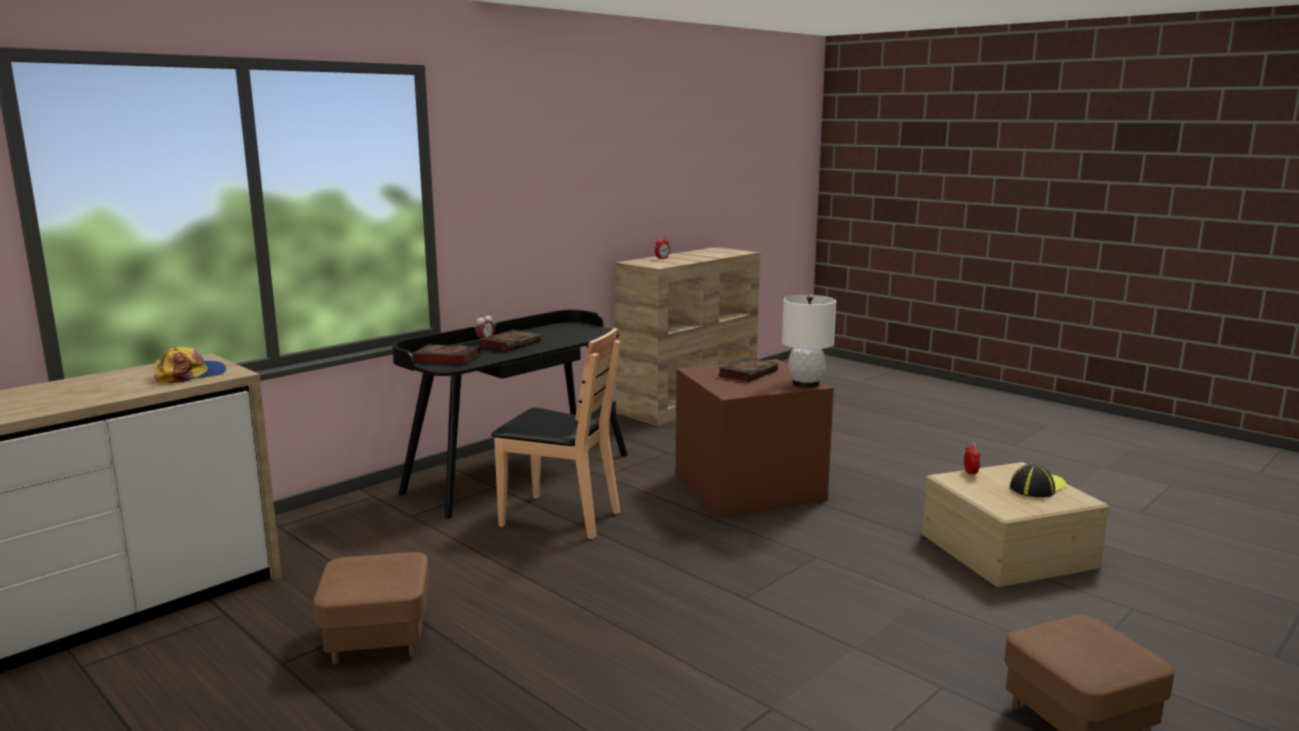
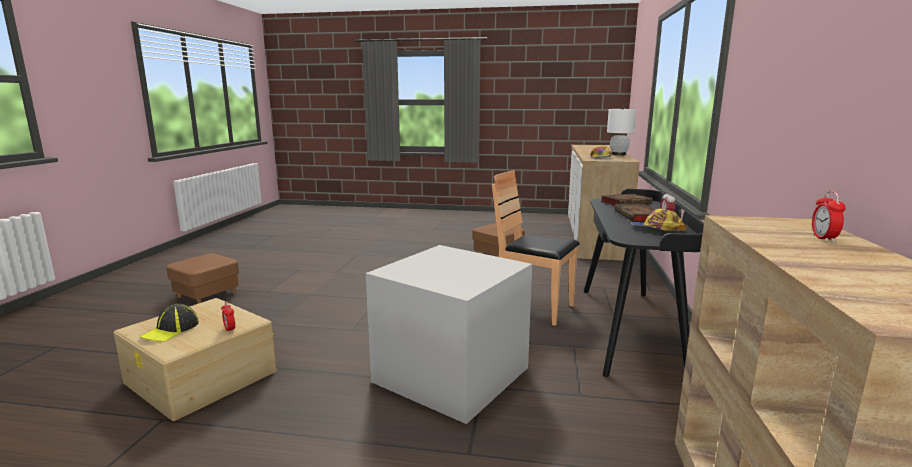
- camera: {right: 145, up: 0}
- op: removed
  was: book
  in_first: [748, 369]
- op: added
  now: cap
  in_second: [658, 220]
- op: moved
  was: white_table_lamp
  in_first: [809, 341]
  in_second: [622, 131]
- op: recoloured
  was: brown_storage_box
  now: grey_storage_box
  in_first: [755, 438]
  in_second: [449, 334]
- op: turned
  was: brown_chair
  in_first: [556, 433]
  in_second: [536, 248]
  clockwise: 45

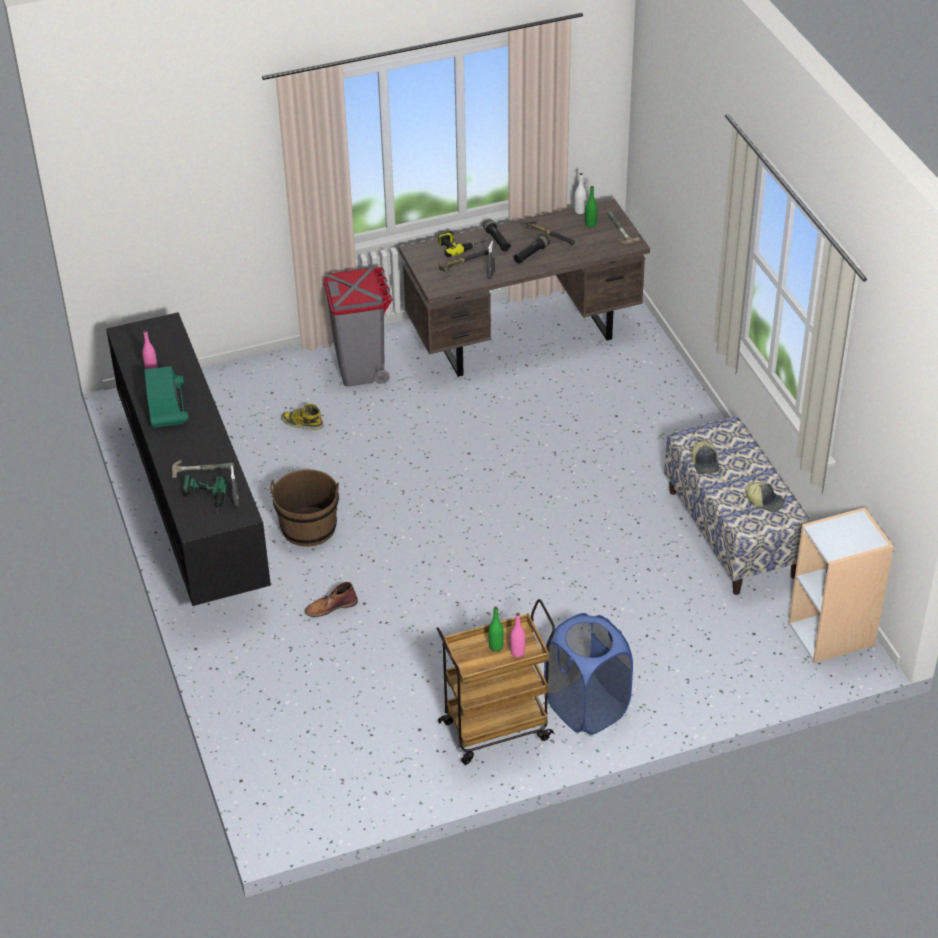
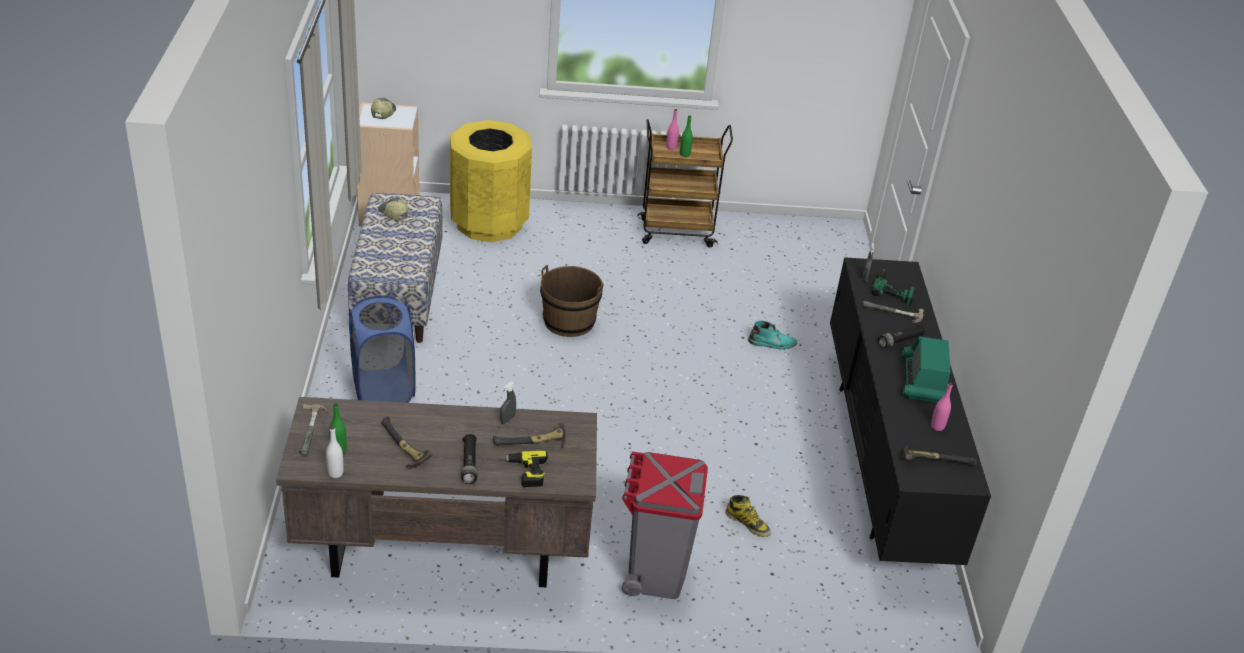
- camera: {right: -165, up: -5}
- op: added
  now: yellow_trash_can
  in_second: [491, 181]
- op: added
  now: hammer
  in_second: [939, 455]
- op: moved
  was: brown_bucket
  in_first: [304, 508]
  in_second: [572, 301]
- op: moved
  was: black_flashlight
  in_first: [532, 249]
  in_second: [901, 336]
- op: moved
  was: blue_laundry_basket
  in_first: [588, 674]
  in_second: [382, 349]
- op: moved
  was: cap
  in_first: [705, 457]
  in_second: [383, 108]
- op: recoloured
  was: brown_boot
  now: turquoise_boot
  in_first: [331, 599]
  in_second: [772, 334]

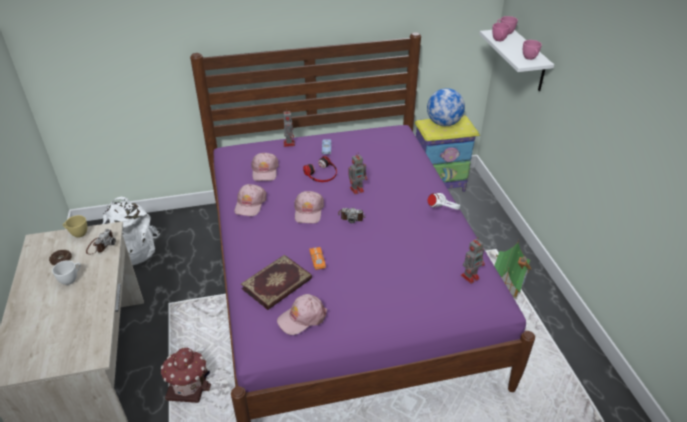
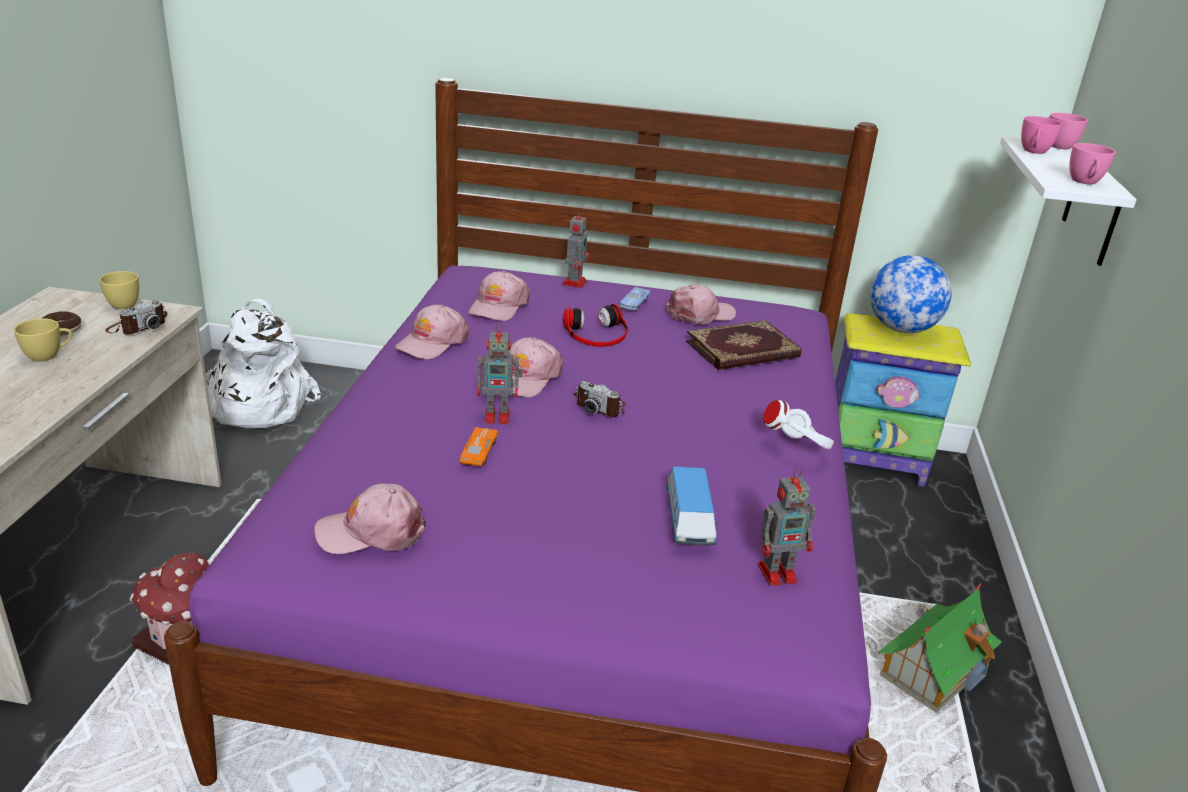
- camera: {right: 20, up: -10}
- op: added
  now: pink_cap
  in_second: [701, 304]
- op: added
  now: toy_car
  in_second: [692, 506]
- op: moved
  was: book
  in_first: [276, 282]
  in_second: [743, 345]
- op: moved
  was: toy_robot
  in_first: [357, 173]
  in_second: [500, 374]
- op: recoloured
  was: white_cup
  now: yellow_cup
  in_first: [66, 272]
  in_second: [43, 340]

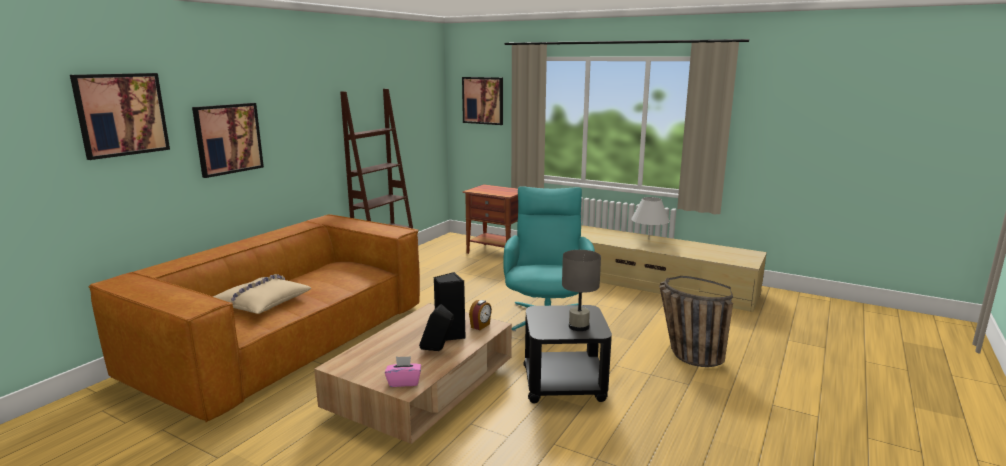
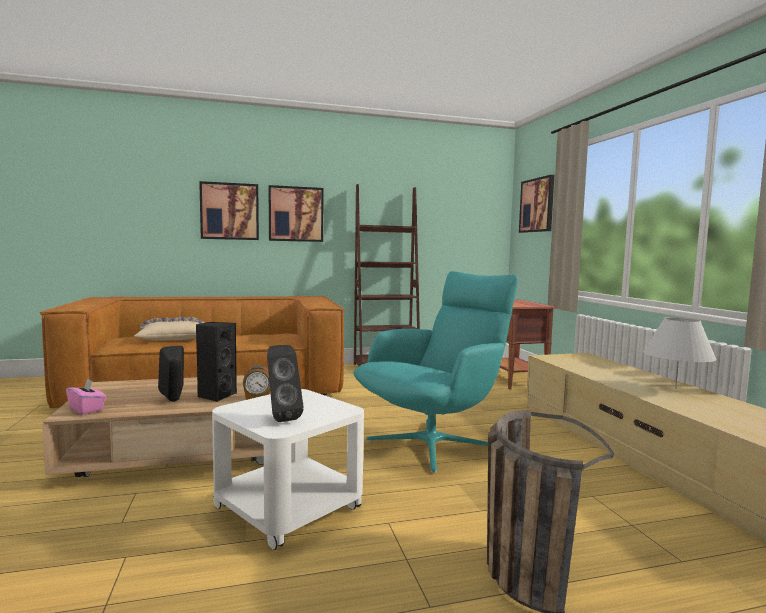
- camera: {right: 45, up: -10}
- op: moved
  was: picture
  in_first: [120, 116]
  in_second: [296, 213]
- op: replaced
  was: grey_table_lamp
  now: black_speaker
  in_first: [581, 290]
  in_second: [285, 383]
- op: recoloured
  was: black_side_table
  now: white_side_table
  in_first: [567, 354]
  in_second: [288, 469]

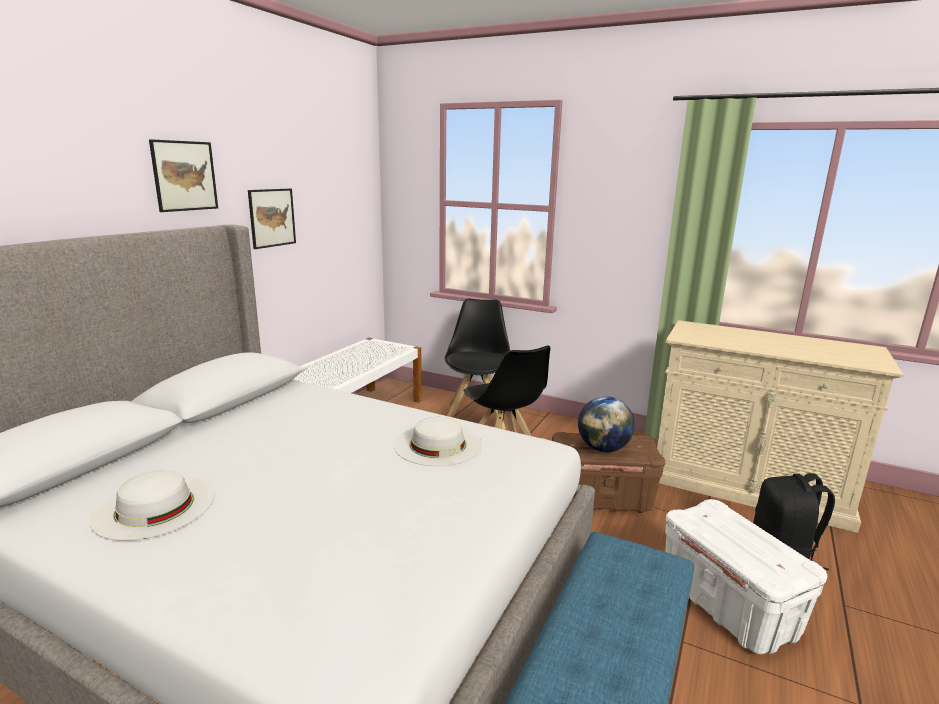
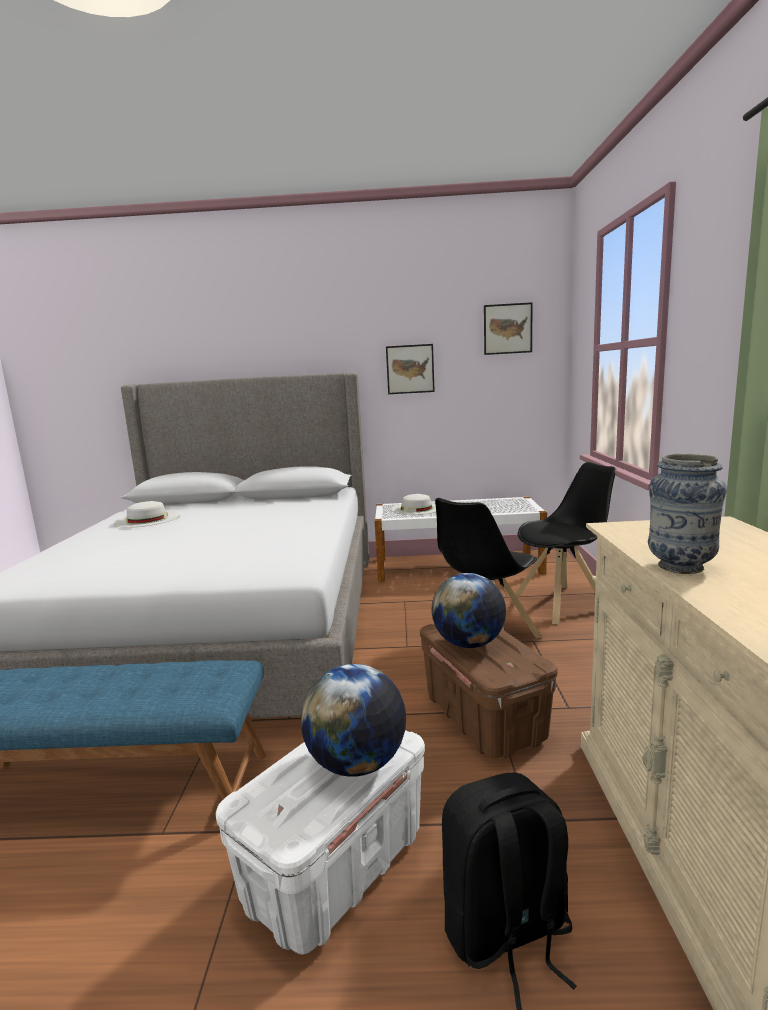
- camera: {right: 65, up: -5}
- op: added
  now: globe
  in_second: [353, 720]
- op: added
  now: vase
  in_second: [687, 514]
- op: moved
  was: picture
  in_first: [183, 175]
  in_second: [508, 328]
- op: moved
  was: white_hat
  in_first: [438, 441]
  in_second: [413, 504]

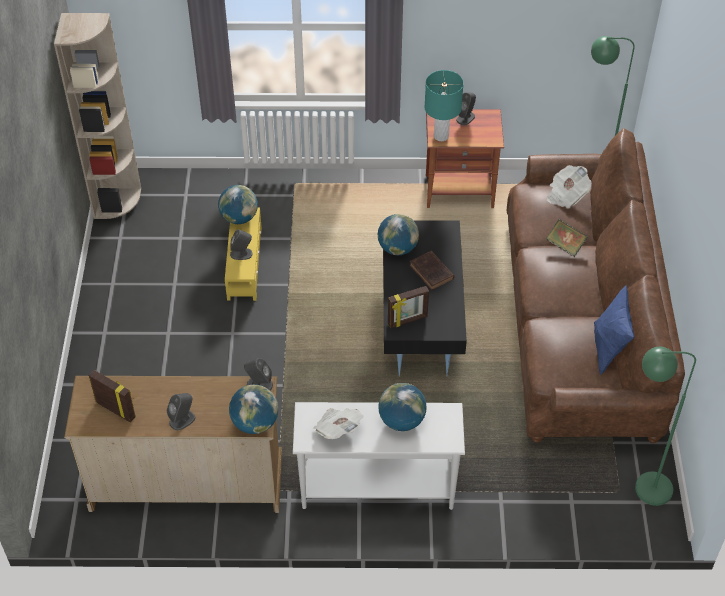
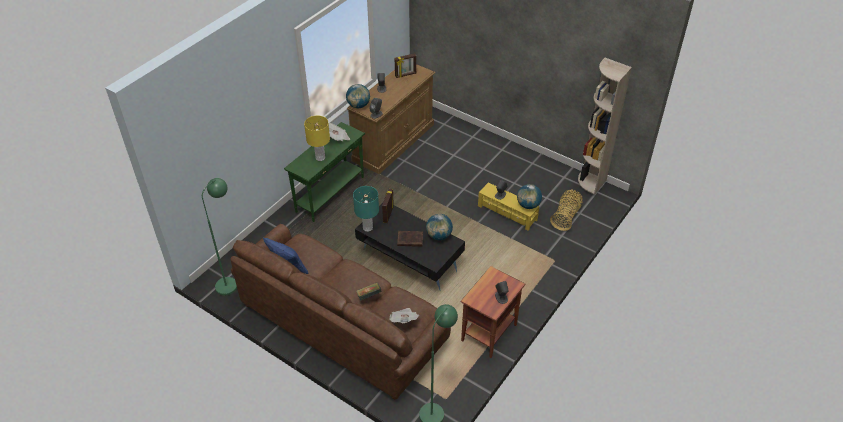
- camera: {right: 125, up: -5}
- op: added
  now: basket
  in_second: [566, 210]
- op: moved
  was: turquoise_table_lamp
  in_first: [444, 105]
  in_second: [366, 209]
- op: replaced
  was: globe
  now: yellow_table_lamp
  in_first: [402, 407]
  in_second: [317, 138]
- op: recoloured
  was: white_console_table
  now: green_console_table
  in_first: [379, 456]
  in_second: [324, 172]

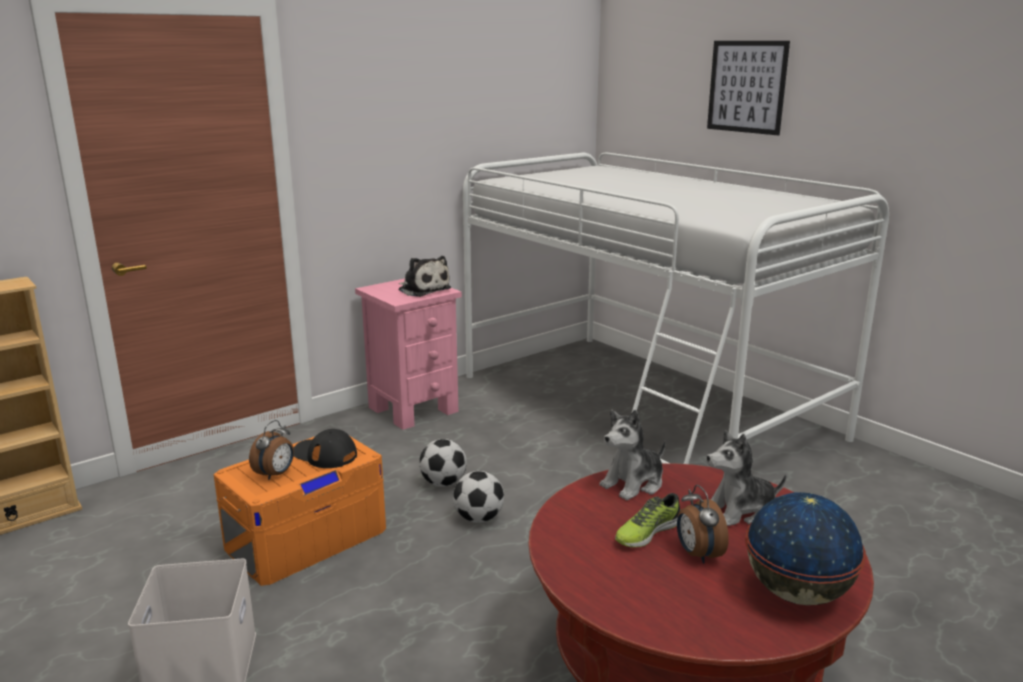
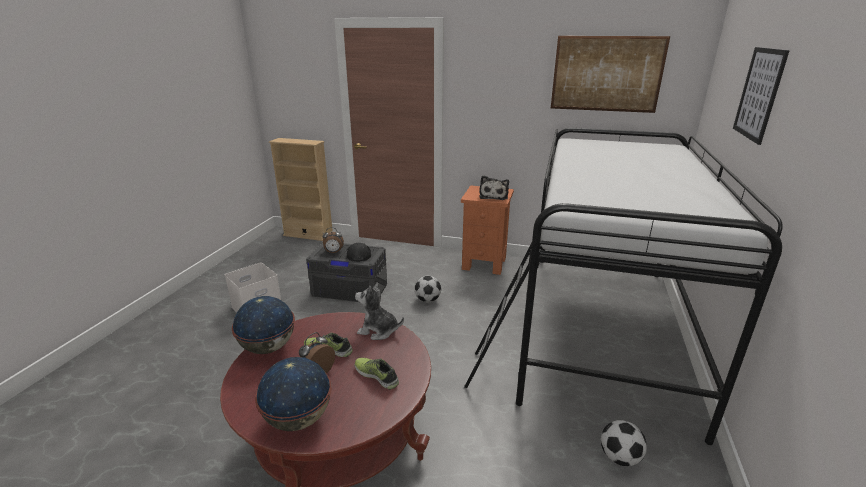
- camera: {right: 55, up: 5}
- op: added
  now: globe
  in_second: [263, 325]
- op: added
  now: picture
  in_second: [610, 74]
- op: moved
  was: football
  in_first: [478, 497]
  in_second: [624, 443]
- op: replaced
  was: plush_toy
  now: shoe
  in_first: [746, 478]
  in_second: [377, 374]
- op: recoloured
  was: orange_storage_box
  now: grey_storage_box
  in_first: [300, 511]
  in_second: [346, 272]
- op: recoloured
  was: pink_nightstand
  now: orange_nightstand
  in_first: [408, 354]
  in_second: [487, 230]
- op: recoloured
  was: white_bed
  now: black_bed
  in_first: [676, 308]
  in_second: [623, 286]

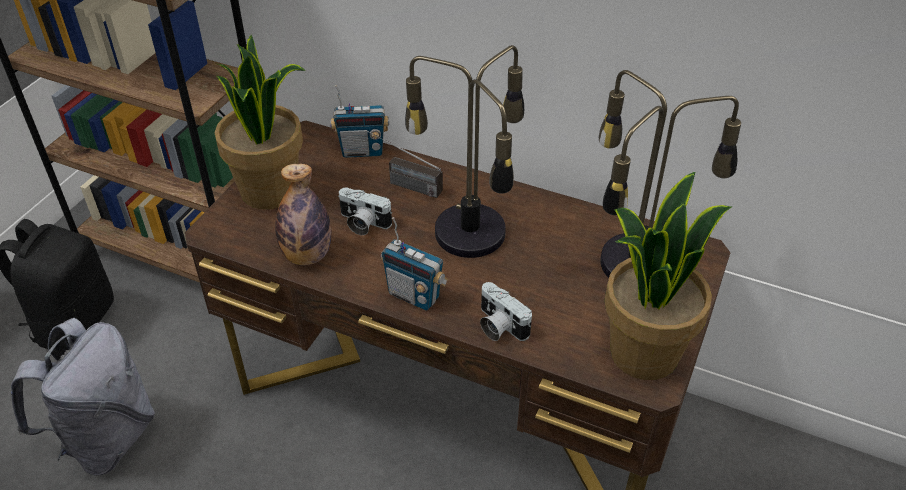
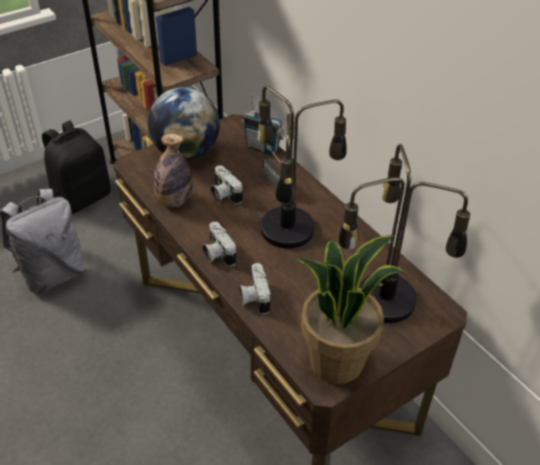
- camera: {right: 30, up: 0}
- op: replaced
  was: potted_plant
  now: globe
  in_first: [259, 122]
  in_second: [183, 123]
- op: replaced
  was: radio
  now: photo_camera
  in_first: [414, 264]
  in_second: [219, 244]

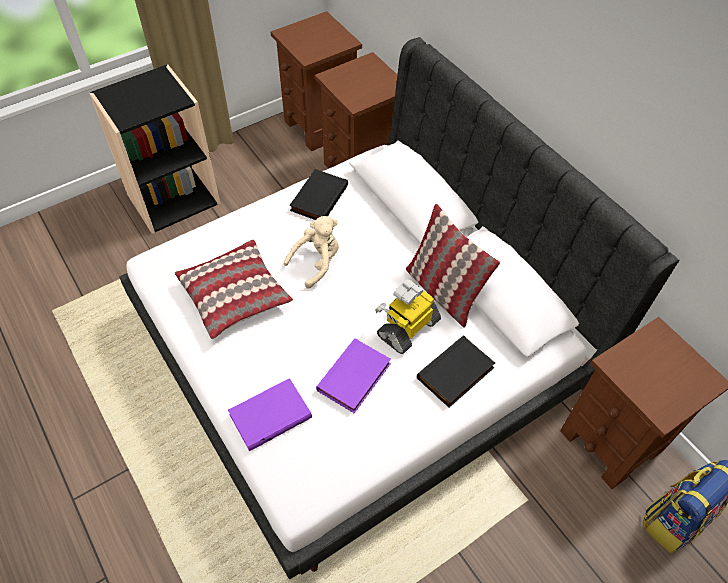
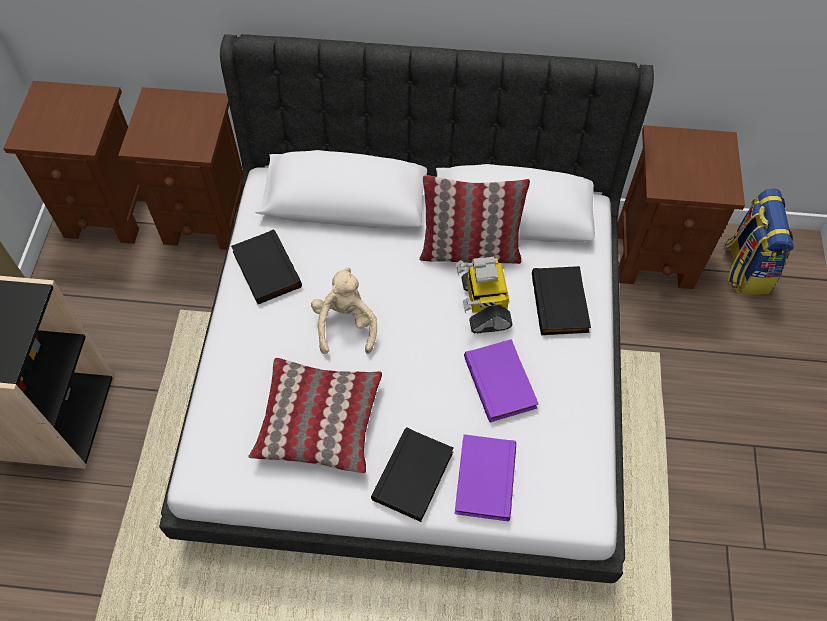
- camera: {right: -50, up: 5}
- op: added
  now: black_book
  in_second: [412, 474]

